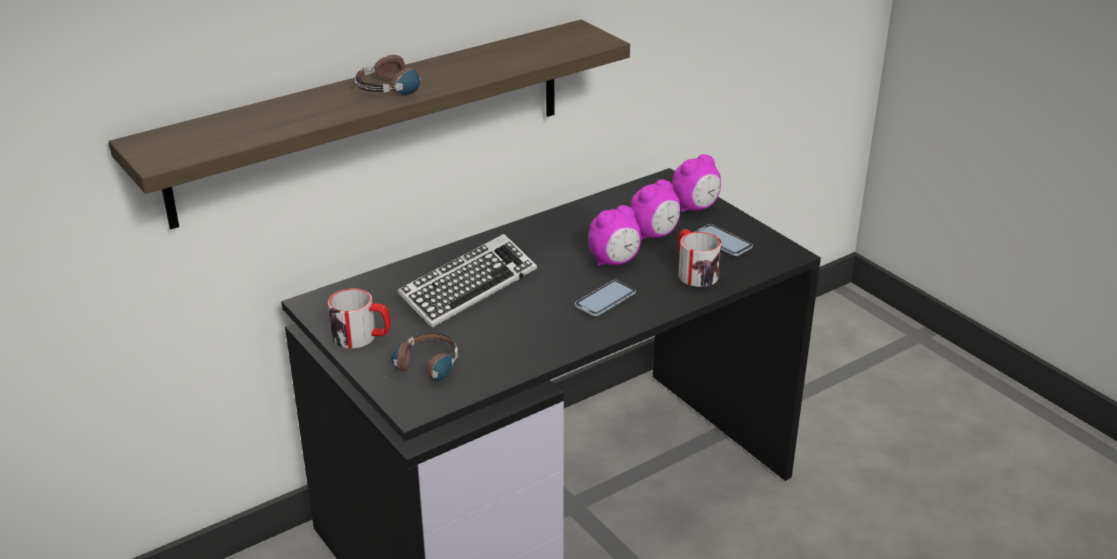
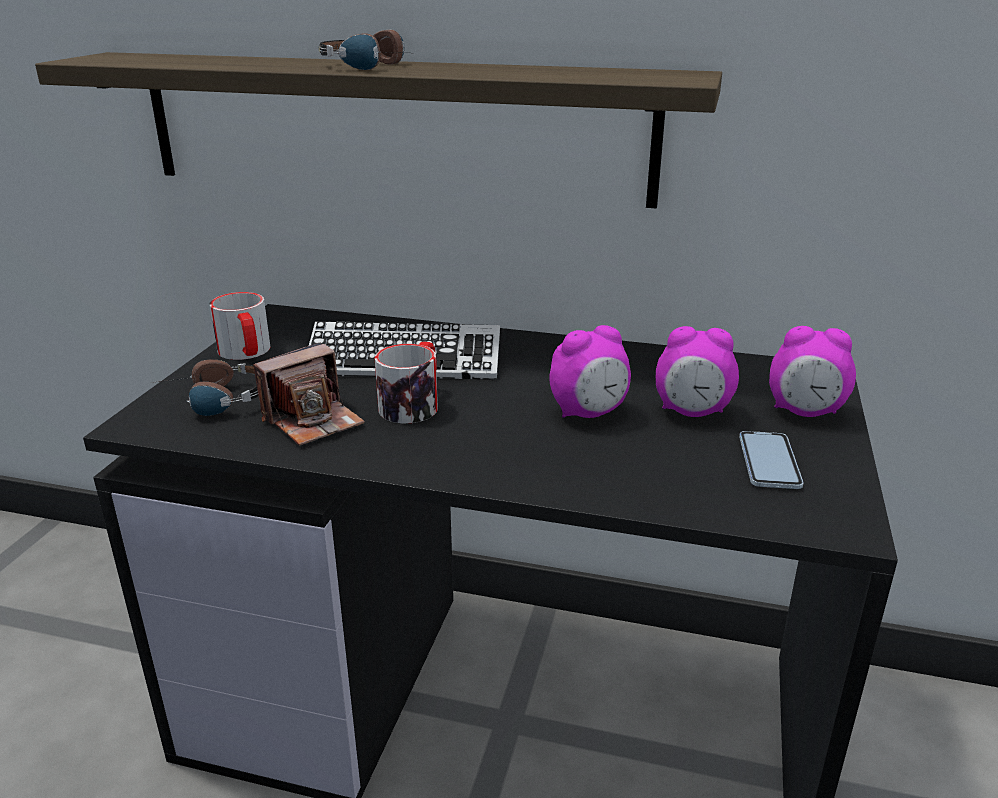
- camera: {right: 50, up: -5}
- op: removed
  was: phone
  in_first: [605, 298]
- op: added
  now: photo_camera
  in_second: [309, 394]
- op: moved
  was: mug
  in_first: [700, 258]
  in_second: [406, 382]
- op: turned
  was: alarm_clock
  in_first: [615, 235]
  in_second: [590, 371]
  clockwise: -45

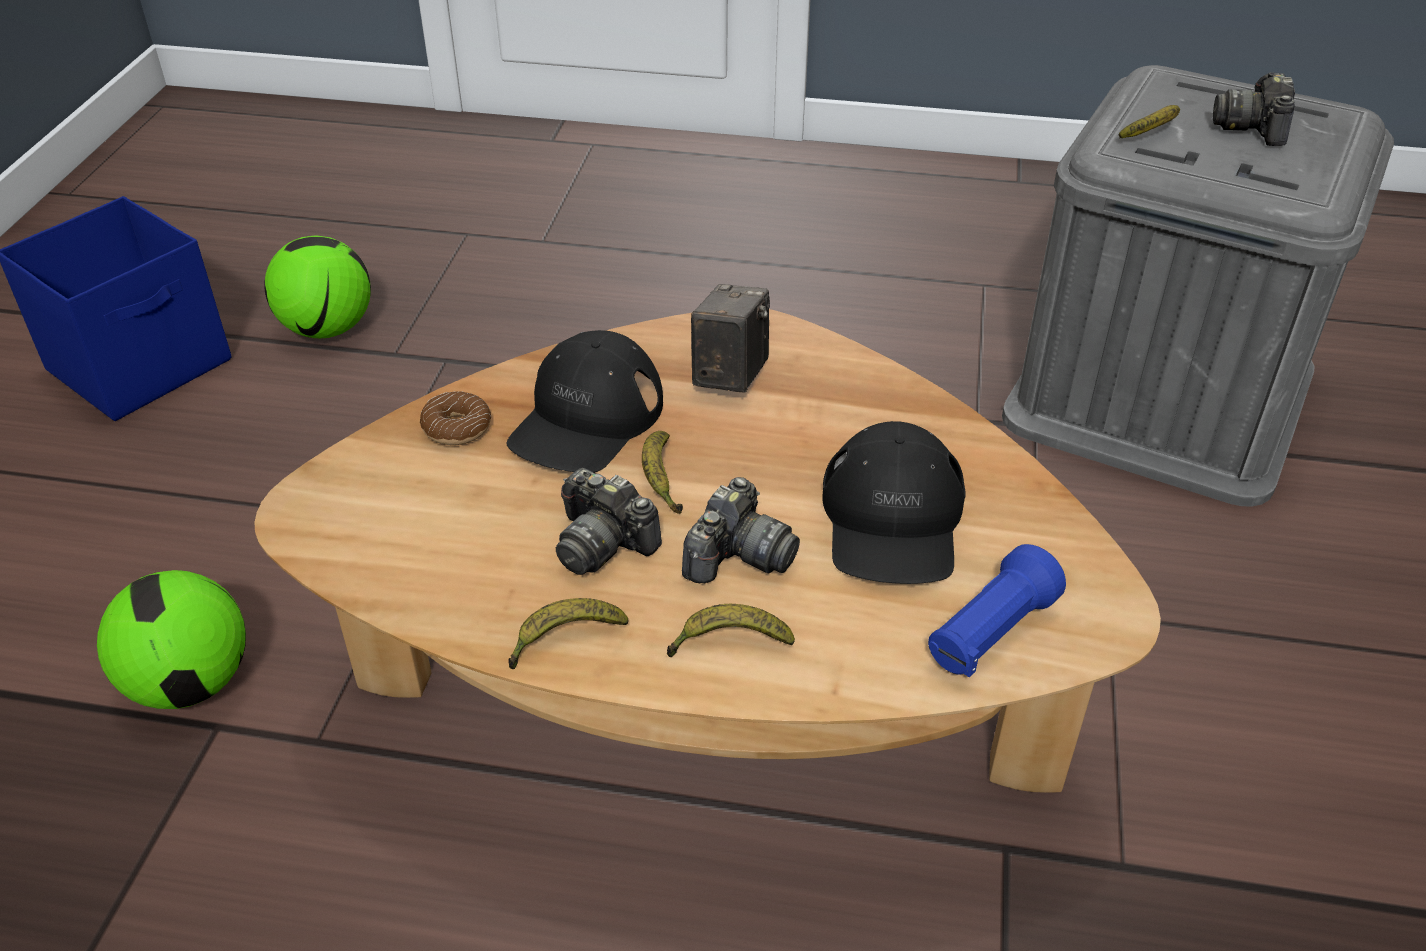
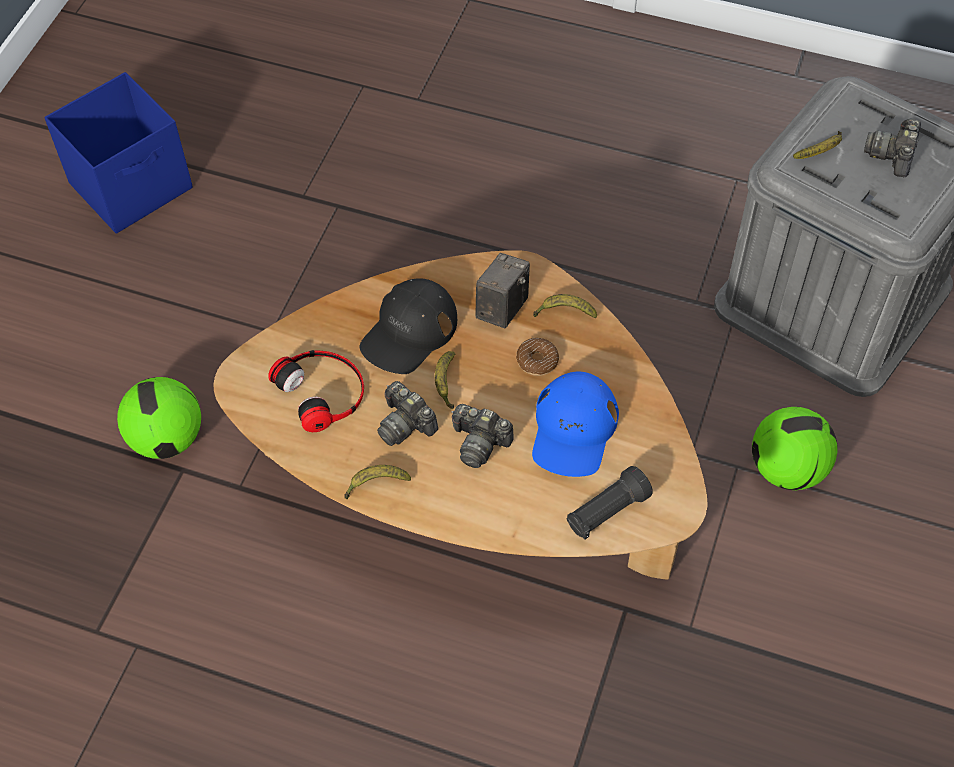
- camera: {right: 10, up: 15}
- op: added
  now: headphones
  in_second: [316, 391]
- op: moved
  was: football
  in_first: [317, 286]
  in_second: [794, 448]
- op: moved
  was: donut
  in_first: [456, 418]
  in_second: [537, 357]
- op: moved
  was: banana
  in_first: [731, 630]
  in_second: [565, 306]
- op: recoloured
  was: black_cap
  now: blue_cap
  in_first: [894, 502]
  in_second: [575, 424]
- op: recoloured
  was: blue_flashlight
  now: black_flashlight
  in_first: [997, 610]
  in_second: [610, 503]
- op: turned
  was: photo_camera
  in_first: [741, 530]
  in_second: [482, 436]
  clockwise: 75

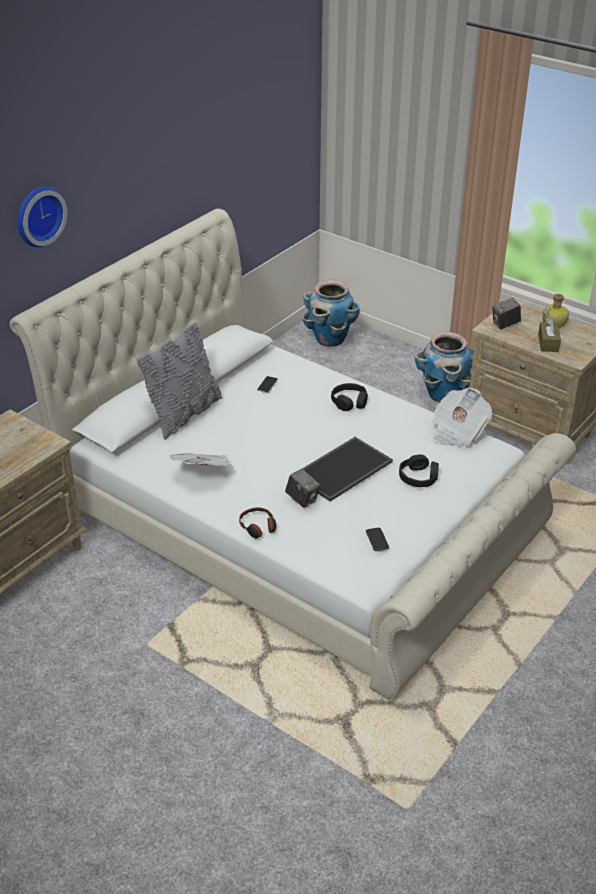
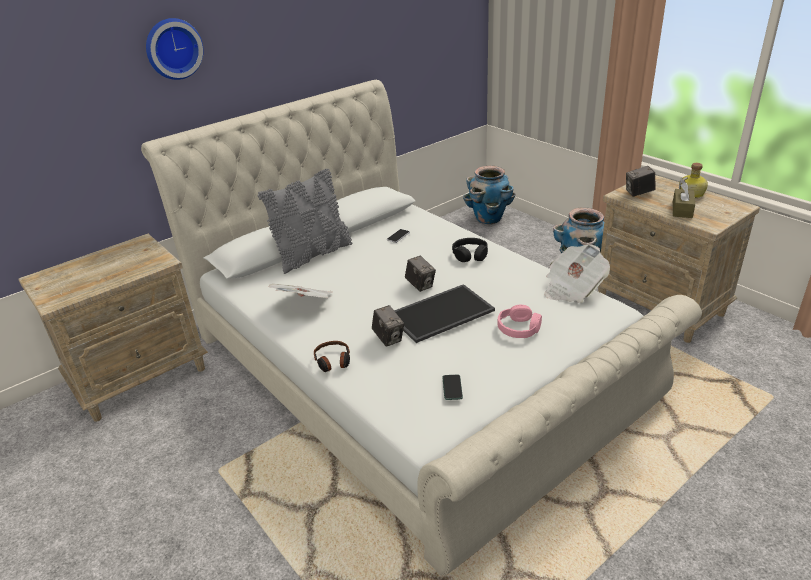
- camera: {right: 15, up: -5}
- op: added
  now: photo_camera
  in_second: [420, 274]
- op: recoloured
  was: black_headphones
  now: pink_headphones
  in_first: [419, 470]
  in_second: [519, 321]

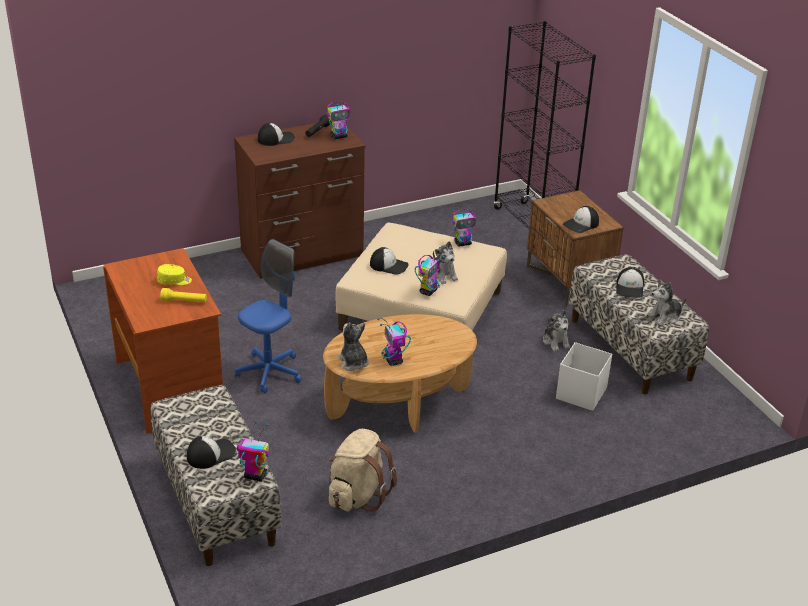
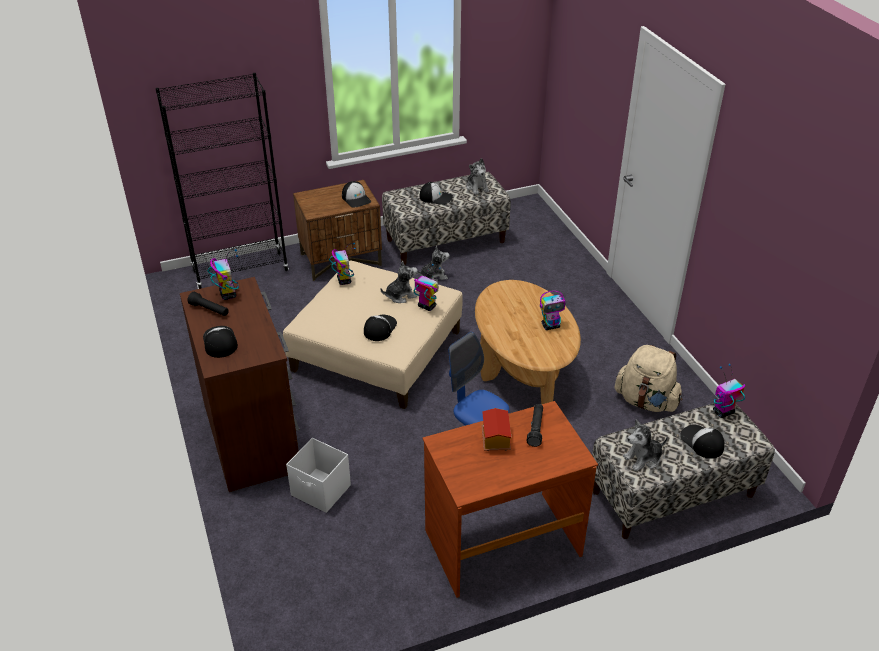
- camera: {right: -85, up: 5}
- op: moved
  was: plush_toy
  in_first: [353, 347]
  in_second: [645, 445]
- op: moved
  was: white_storage_box
  in_first: [584, 376]
  in_second: [318, 475]
- op: replaced
  was: yellow_cap
  now: toy_house
  in_first: [174, 274]
  in_second: [496, 429]
- op: recoloured
  was: yellow_flashlight
  now: black_flashlight
  in_first: [183, 295]
  in_second: [535, 425]
- op: turned
  was: toy_robot
  in_first: [253, 451]
  in_second: [729, 391]
  clockwise: 45

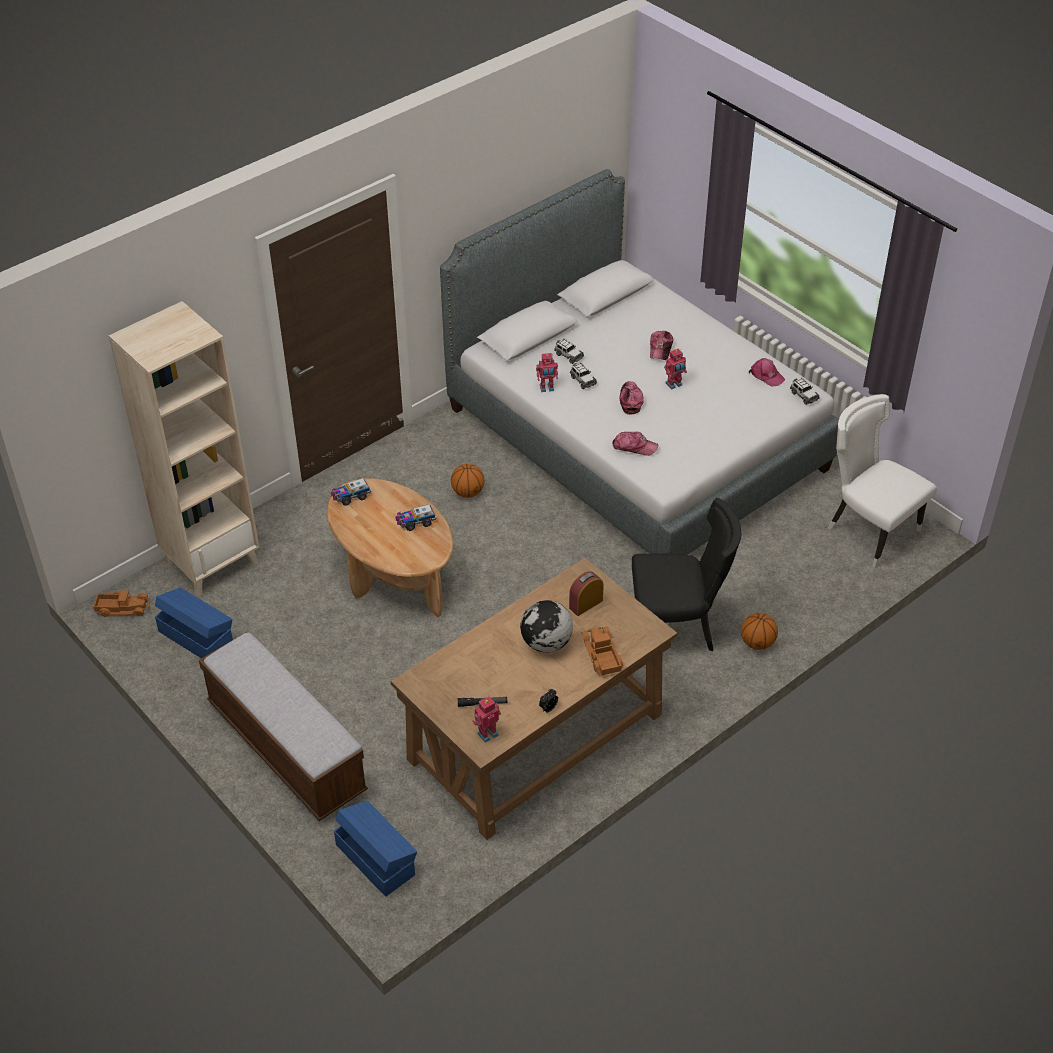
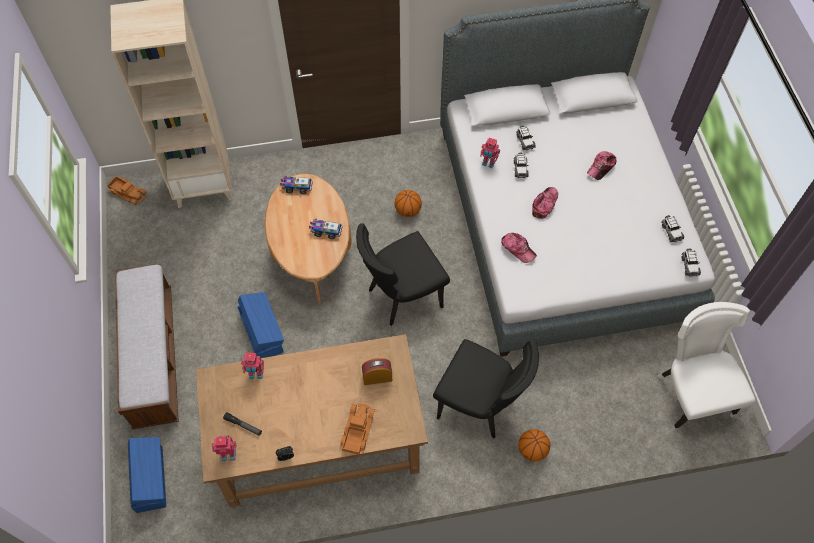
- camera: {right: 30, up: 15}
- op: removed
  was: globe
  in_first: [546, 626]
- op: added
  now: black_chair
  in_second: [403, 274]
- op: moved
  was: blue_storage_box
  in_first: [194, 623]
  in_second: [260, 325]
- op: moved
  was: toy_robot
  in_first: [675, 369]
  in_second: [252, 366]
- op: replaced
  was: pink_cap
  now: toy_car
  in_first: [767, 372]
  in_second: [672, 228]

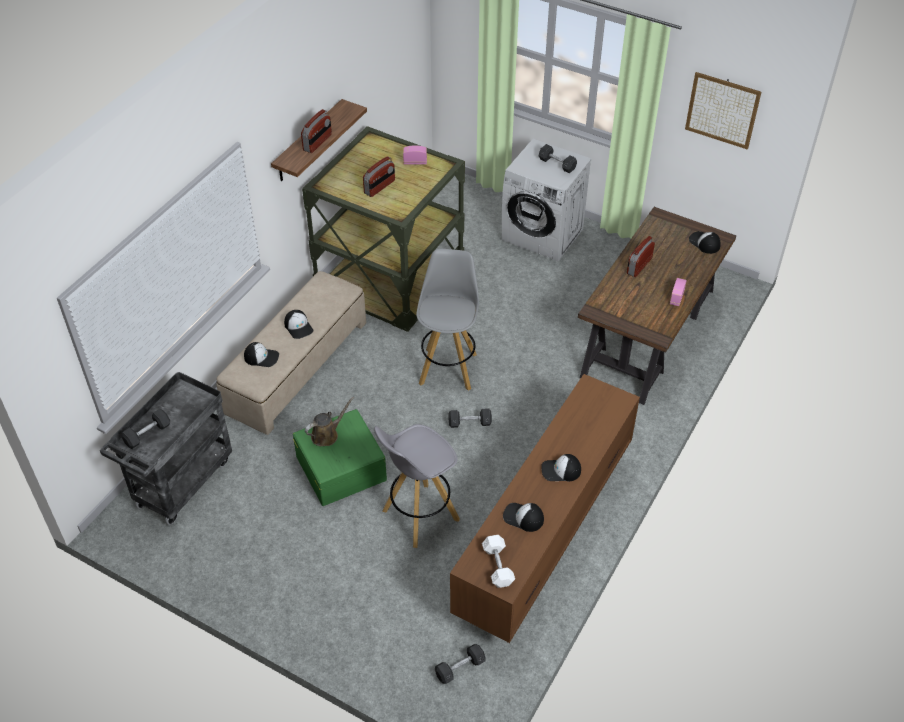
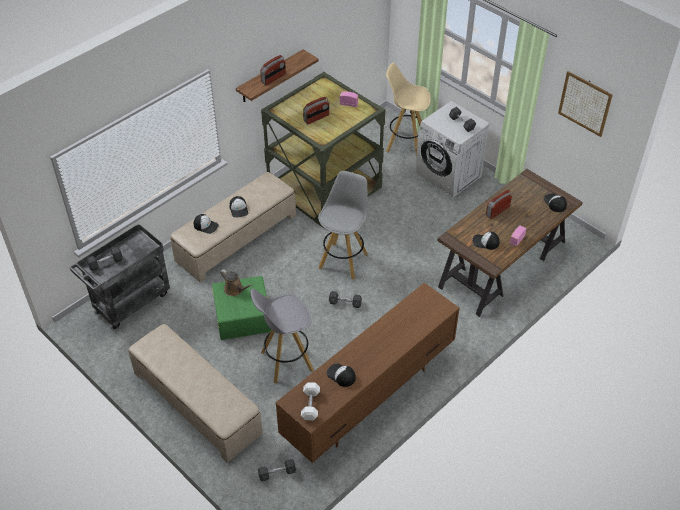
- camera: {right: 15, up: 0}
- op: added
  now: beige_bench
  in_second: [196, 393]
- op: added
  now: beige_stool
  in_second: [408, 110]
- op: moved
  was: cap
  in_first: [561, 467]
  in_second: [486, 241]
- op: turned
  was: brown_watering_can
  in_first: [329, 421]
  in_second: [236, 282]
  clockwise: 60

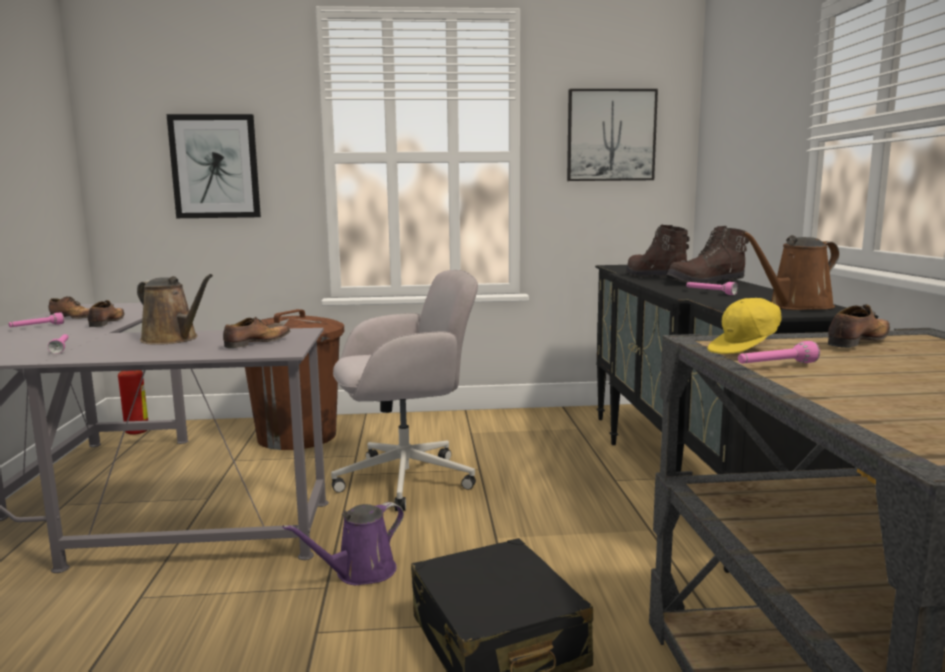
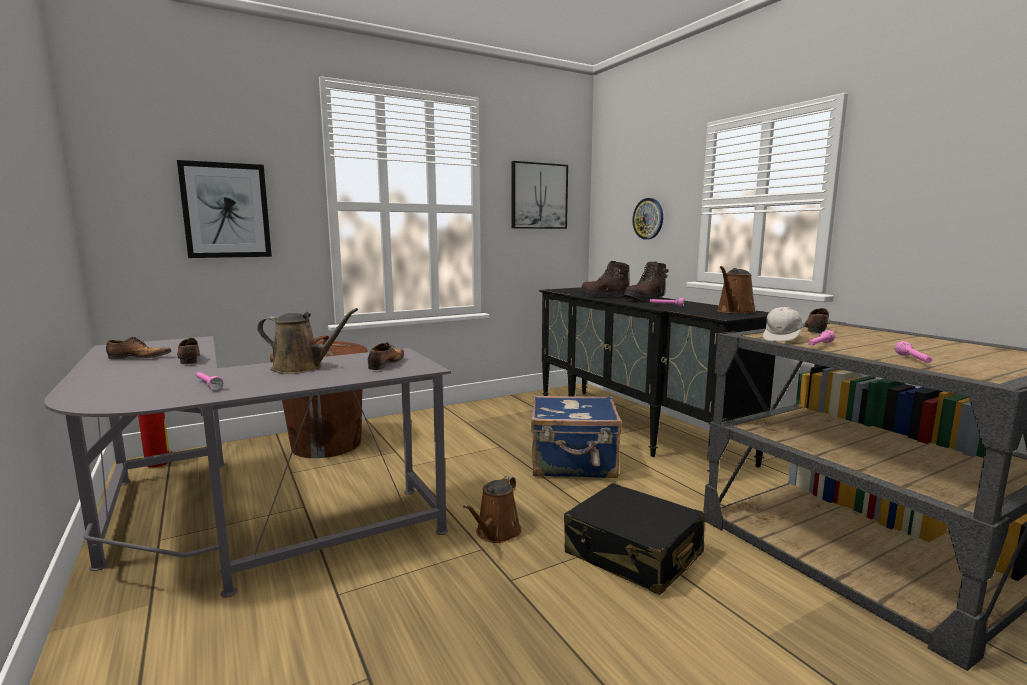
- camera: {right: -25, up: 0}
- op: removed
  was: grey_office_chair
  in_first: [404, 390]
- op: added
  now: blue_suitcase
  in_second: [576, 436]
- op: added
  now: wall_clock
  in_second: [647, 218]
- op: moved
  was: pink_flashlight
  in_first: [36, 320]
  in_second: [913, 352]
- op: recoloured
  was: purple_watering_can
  now: brown_watering_can
  in_first: [343, 543]
  in_second: [492, 509]
- op: recoloured
  was: yellow_cap
  now: white_cap
  in_first: [744, 326]
  in_second: [783, 324]

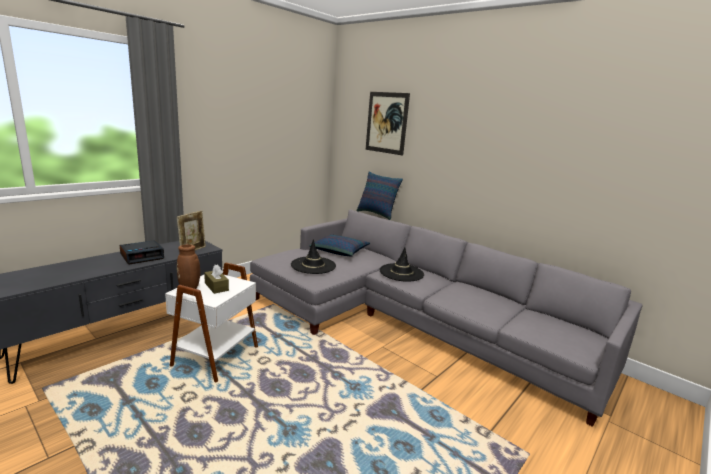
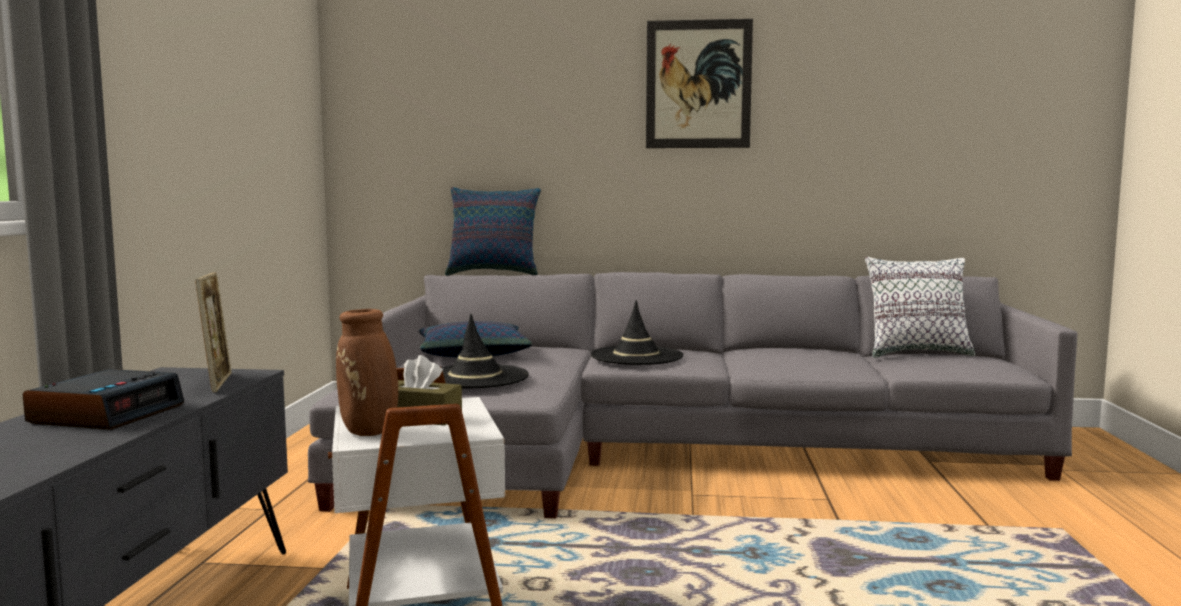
- camera: {right: -35, up: -10}
- op: added
  now: white_pillow
  in_second: [920, 307]
- op: moved
  was: picture
  in_first: [387, 123]
  in_second: [699, 83]

